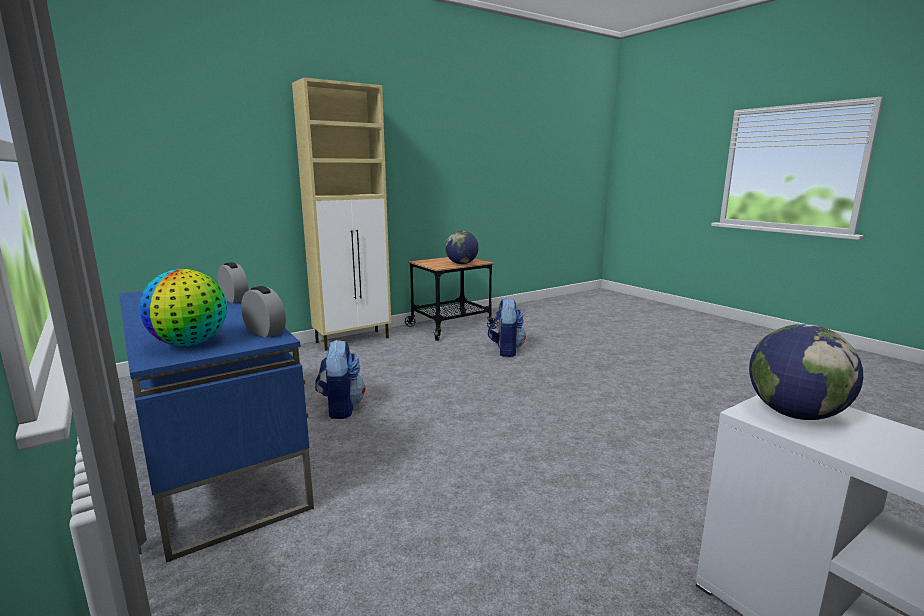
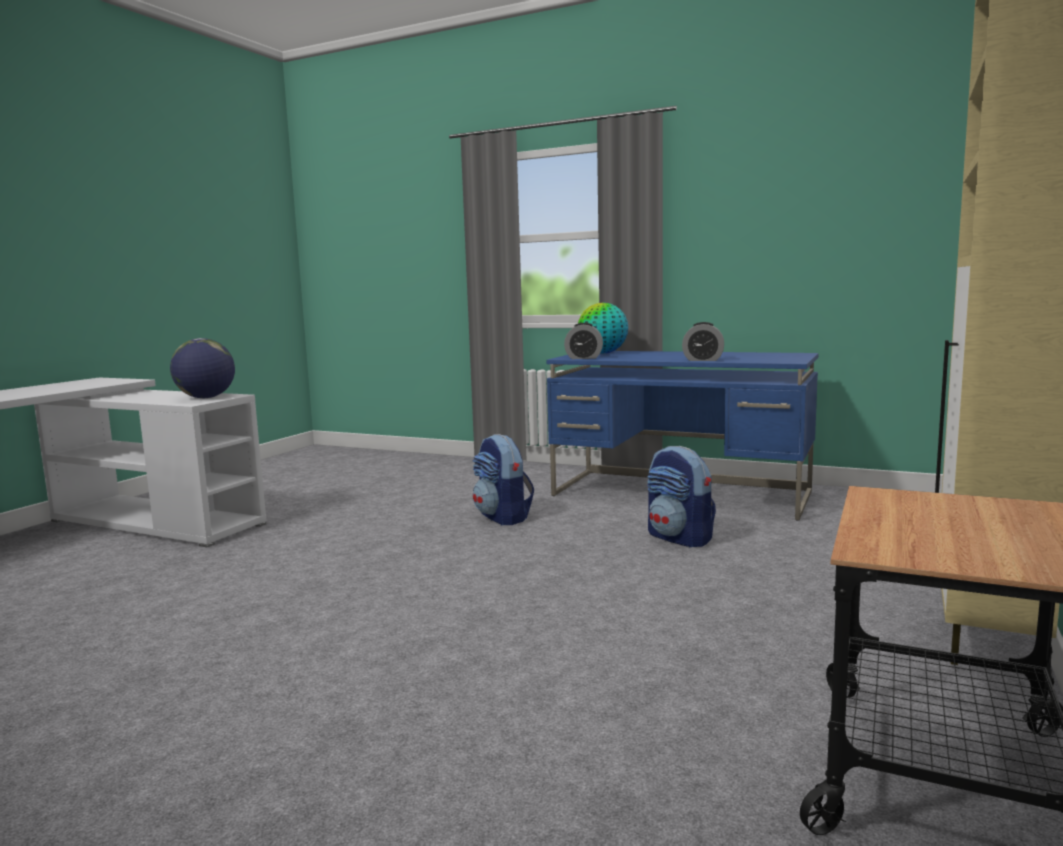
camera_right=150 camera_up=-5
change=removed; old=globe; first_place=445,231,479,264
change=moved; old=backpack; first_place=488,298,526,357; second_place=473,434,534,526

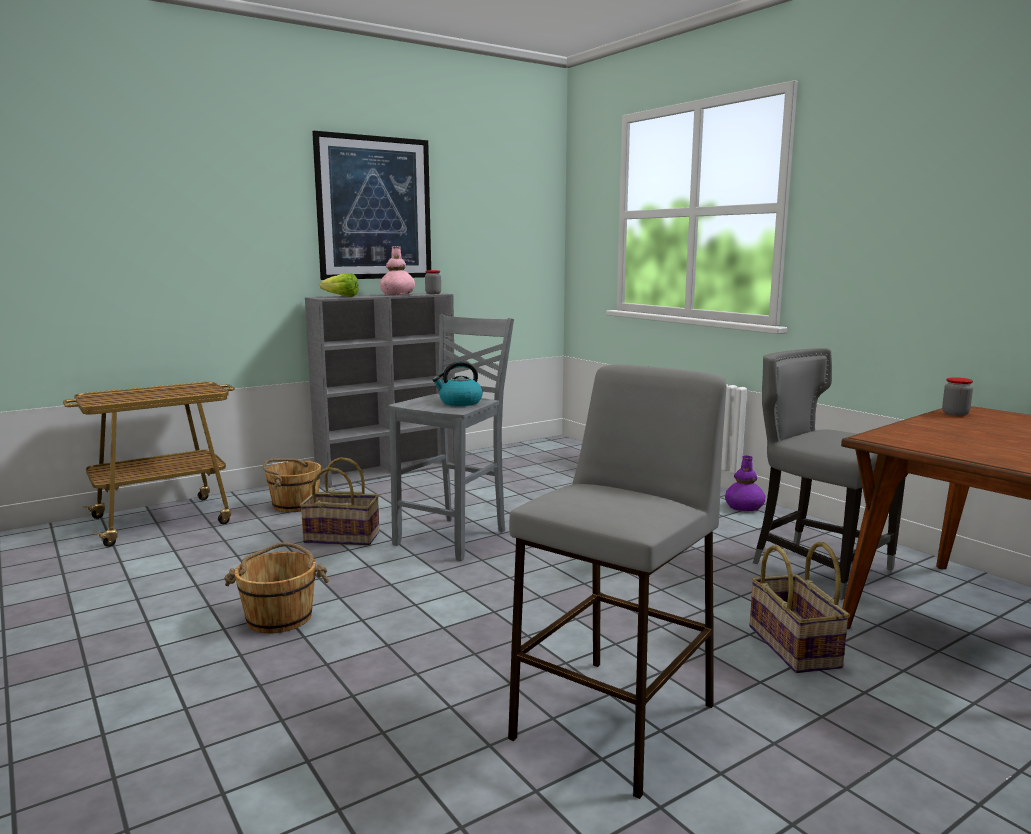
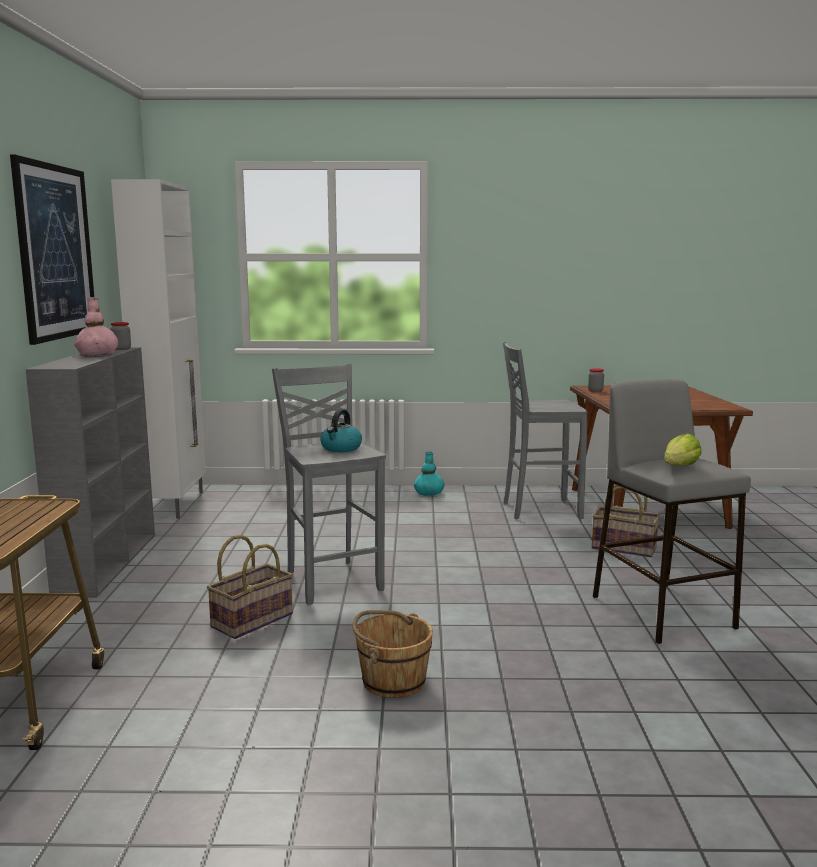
camera_right=-55 camera_up=0
change=moved; old=lettuce; first_place=320,273,359,297; second_place=664,433,702,466
change=replaced; old=grey chair; new=grey stool; first_place=753,348,906,600; second_place=503,342,588,519
change=recoloured; old=purple vase; new=turquoise vase; first_place=725,456,766,511; second_place=414,452,444,496
change=removed; old=brown bucket; first_place=263,459,321,512
change=added; new=white cabinet; second_place=111,179,206,519

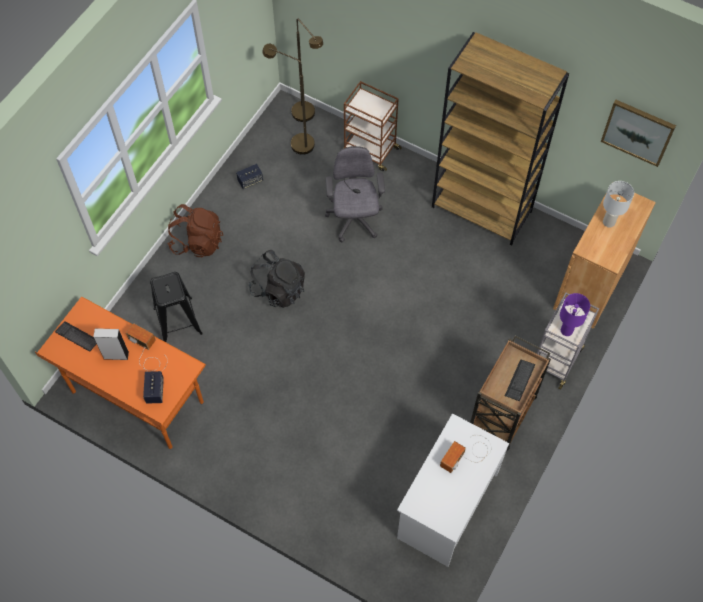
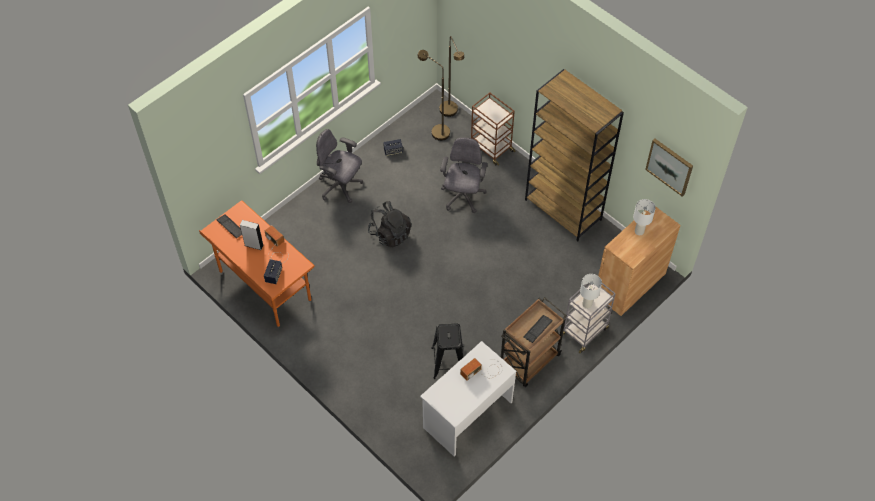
camera_right=15 camera_up=-5
change=replaced; old=brown backpack; new=grey office chair; first_place=168,204,223,257; second_place=316,129,363,203
change=moved; old=black stool; first_place=150,272,203,342; second_place=431,323,463,379
change=recoloured; old=purple table lamp; new=white table lamp; first_place=560,293,590,336; second_place=580,274,602,309

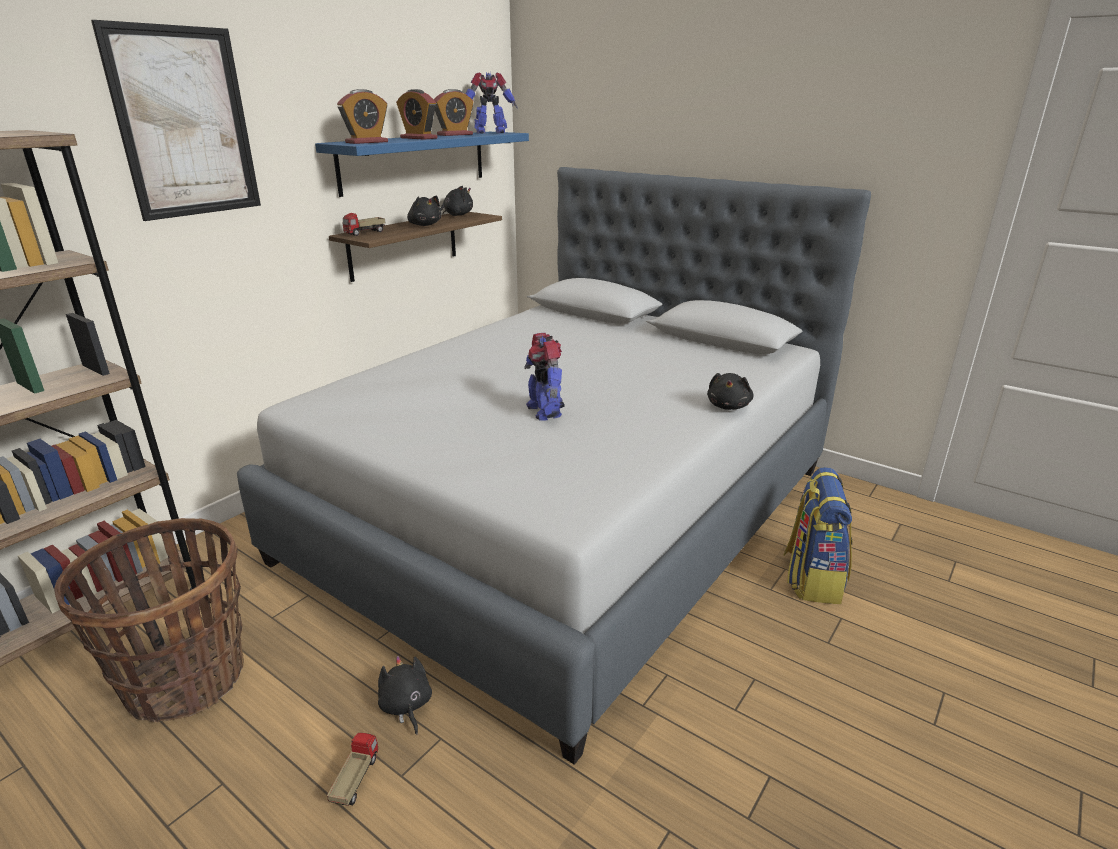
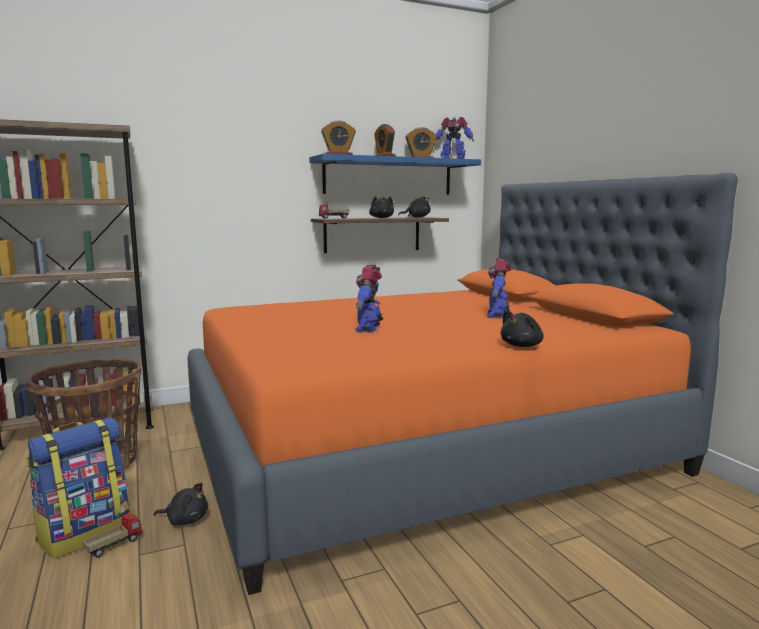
camera_right=30 camera_up=-15
change=removed; old=picture; first_place=91,20,261,221
change=recoloured; old=grey bed; new=orange bed; first_place=237,167,871,765; second_place=187,173,738,595
change=moved; old=backpack; first_place=783,467,853,604; second_place=27,417,130,559
change=turned; old=black plush toy; first_place=378,656,432,735; second_place=154,483,208,525; degrees=90
change=added; new=toy robot; second_place=487,258,511,318

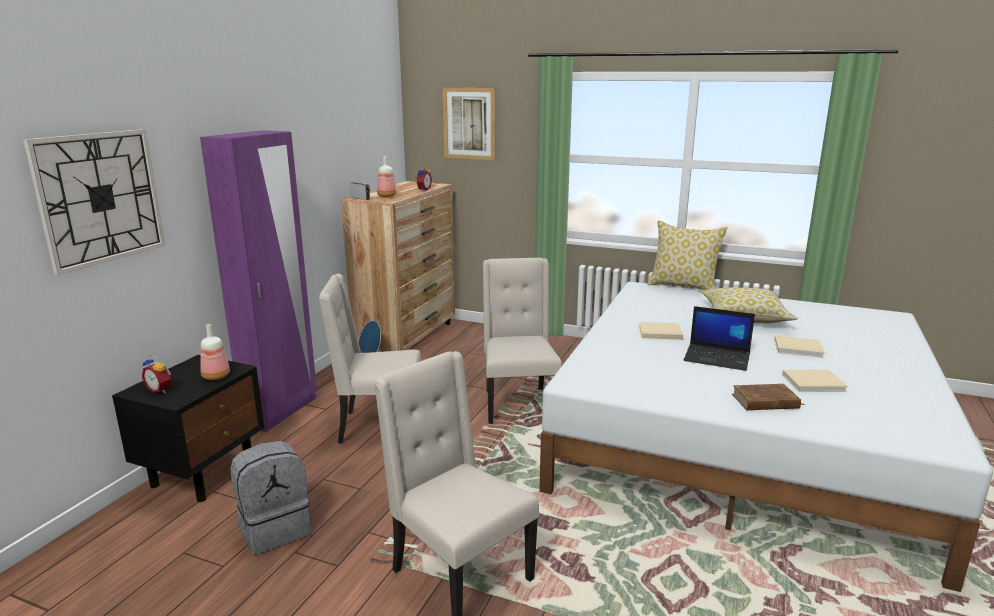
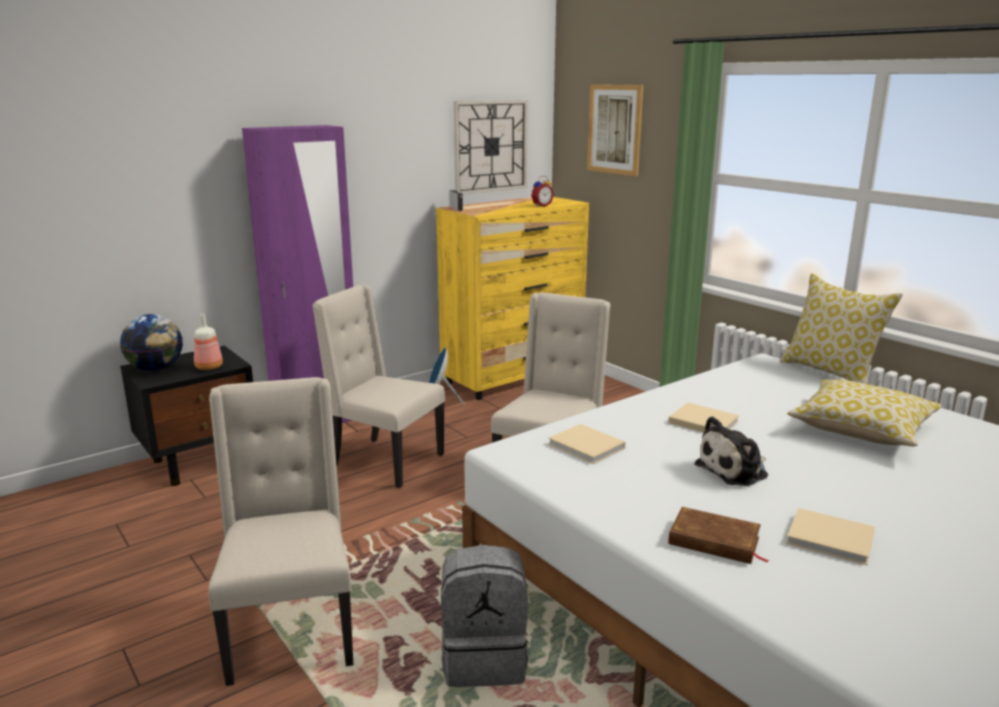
camera_right=30 camera_up=0
change=moved; old=wall clock; first_place=23,129,165,275; second_place=454,100,528,195
change=removed; old=bottle; first_place=377,156,396,197
change=recoloured; old=brown dresser; new=yellow dresser; first_place=341,181,455,352; second_place=436,197,589,400
change=replaced; old=laptop; new=plush toy; first_place=683,306,755,371; second_place=695,416,768,487
change=moved; old=beige book; first_place=774,336,825,358; second_place=548,424,625,464
change=replaced; old=alarm clock; new=globe; first_place=142,355,171,393; second_place=120,314,183,371
change=moved; old=grey backpack; first_place=230,441,311,554; second_place=441,545,529,687

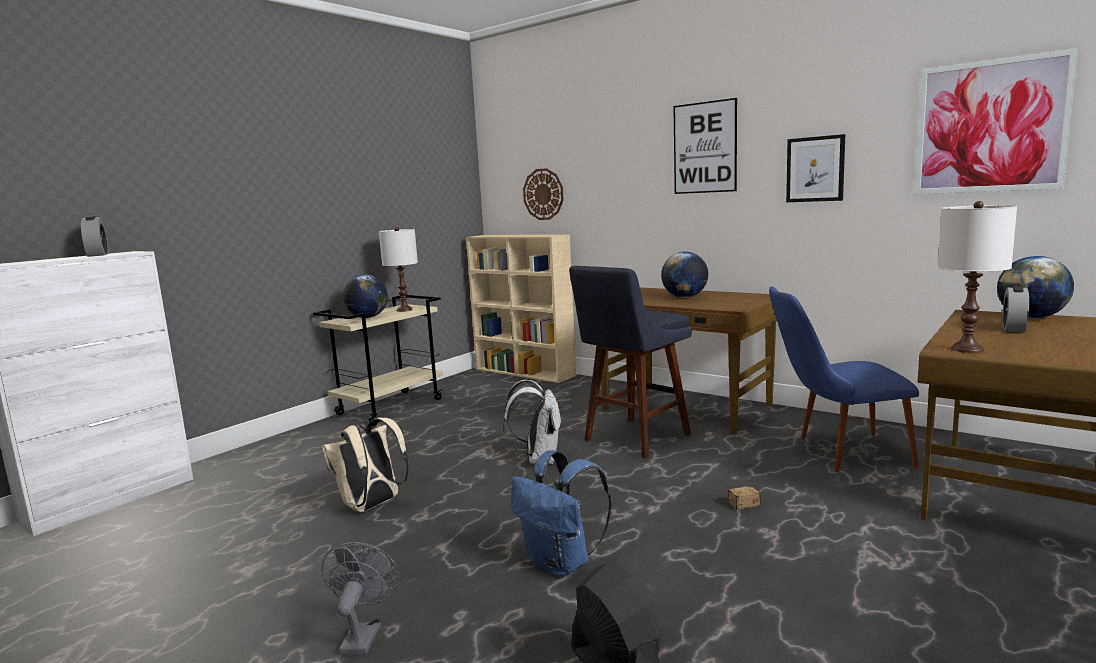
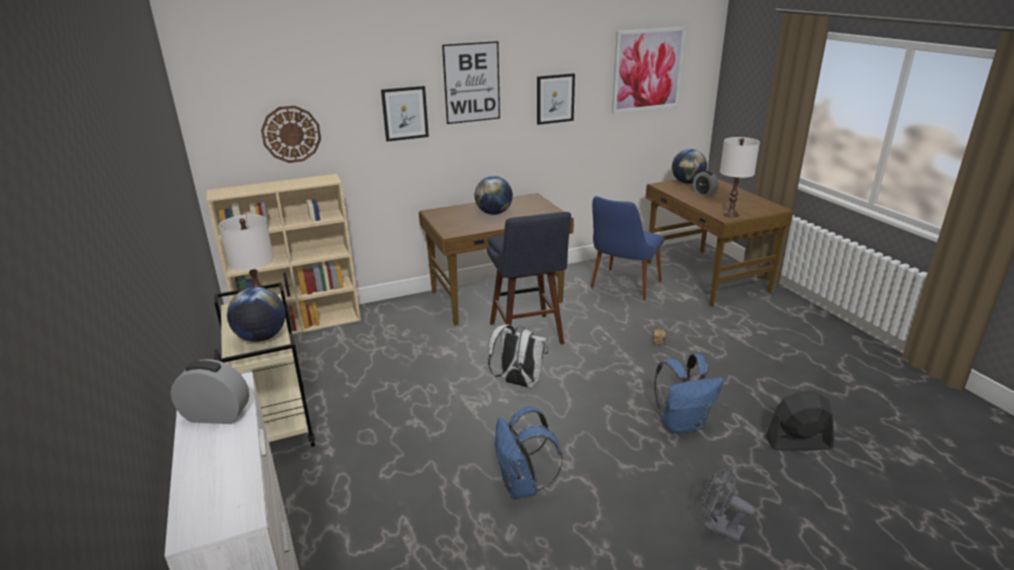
camera_right=-60 camera_up=15
change=recoloured; old=beige backpack; new=blue backpack; first_place=322,418,409,512; second_place=495,406,562,499
change=added; new=picture; second_place=381,86,429,142

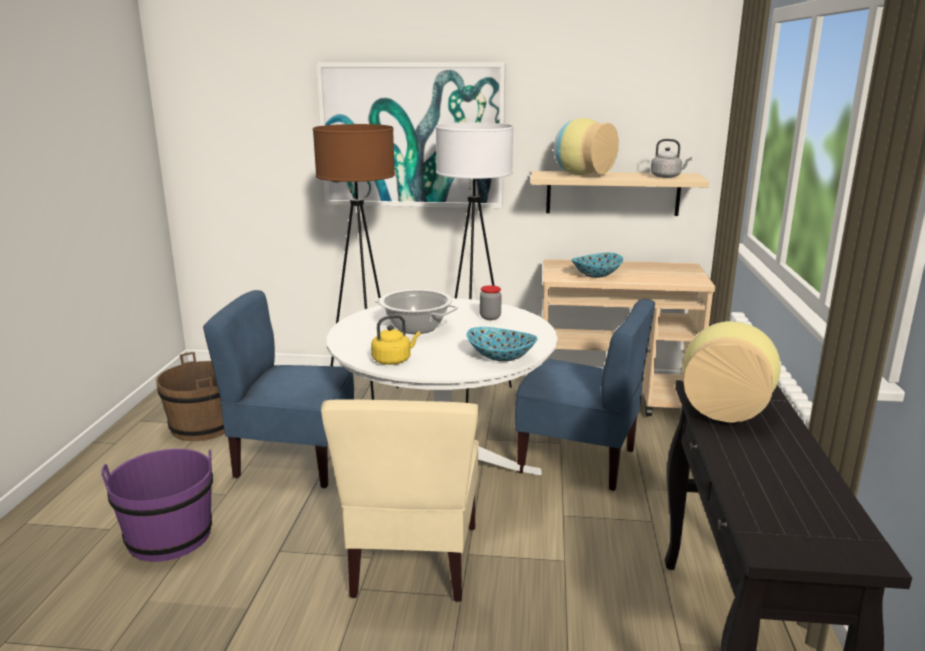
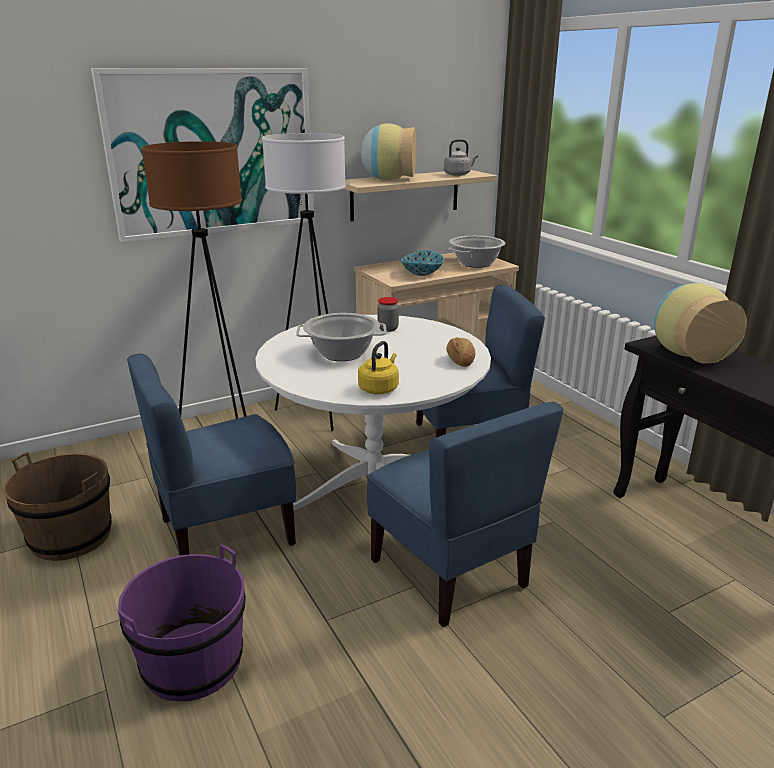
camera_right=-35 camera_up=5
change=replaced; old=bowl; new=bread; first_place=466,327,538,362; second_place=446,337,475,367
change=recoloured; old=beige chair; new=blue chair; first_place=321,399,479,602; second_place=367,402,563,627
change=added; new=cooking pot; second_place=448,236,506,268

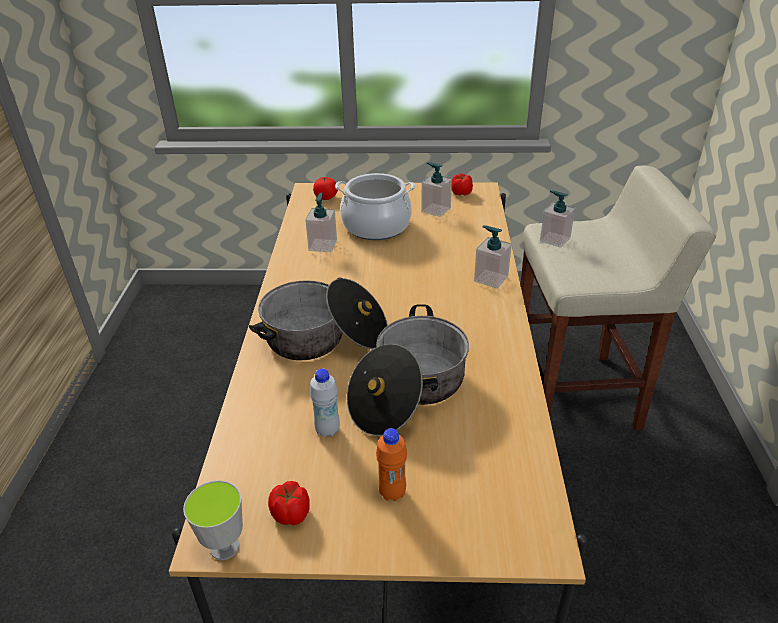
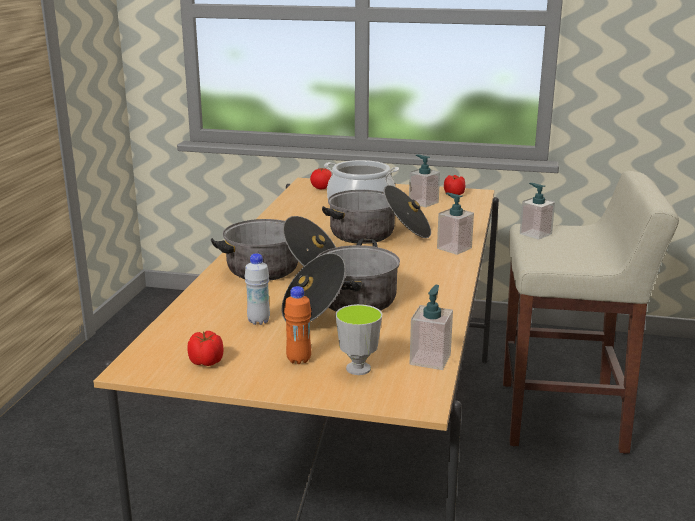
camera_right=10 camera_up=-15
change=moved; old=soap dispenser; first_place=305,193,337,252; second_place=410,285,453,370
change=moved; old=cup; first_place=183,480,243,560; second_place=335,304,382,375
change=added; new=cooking pot; second_place=322,185,431,244

